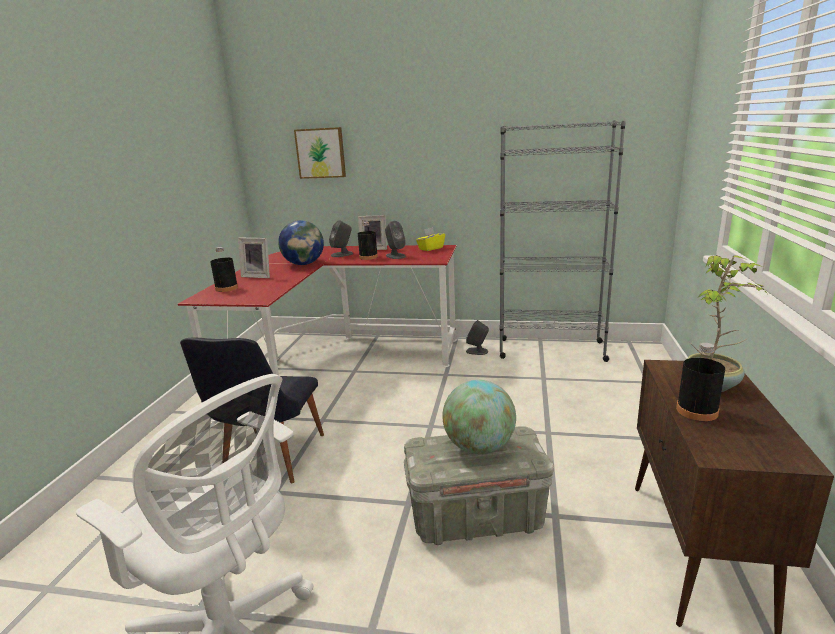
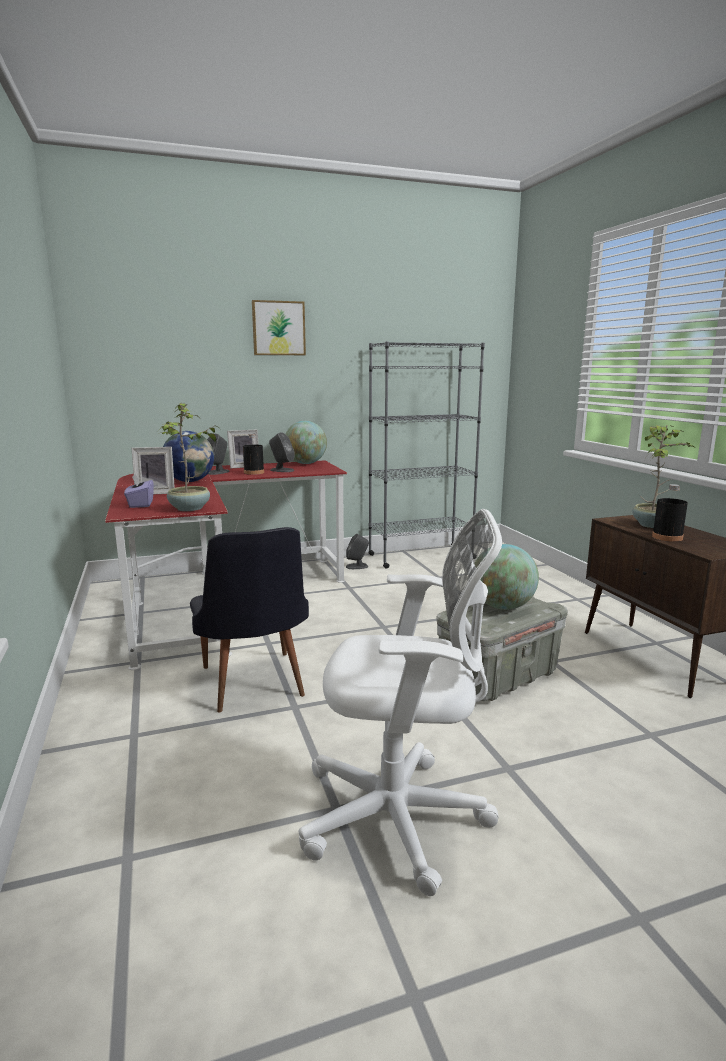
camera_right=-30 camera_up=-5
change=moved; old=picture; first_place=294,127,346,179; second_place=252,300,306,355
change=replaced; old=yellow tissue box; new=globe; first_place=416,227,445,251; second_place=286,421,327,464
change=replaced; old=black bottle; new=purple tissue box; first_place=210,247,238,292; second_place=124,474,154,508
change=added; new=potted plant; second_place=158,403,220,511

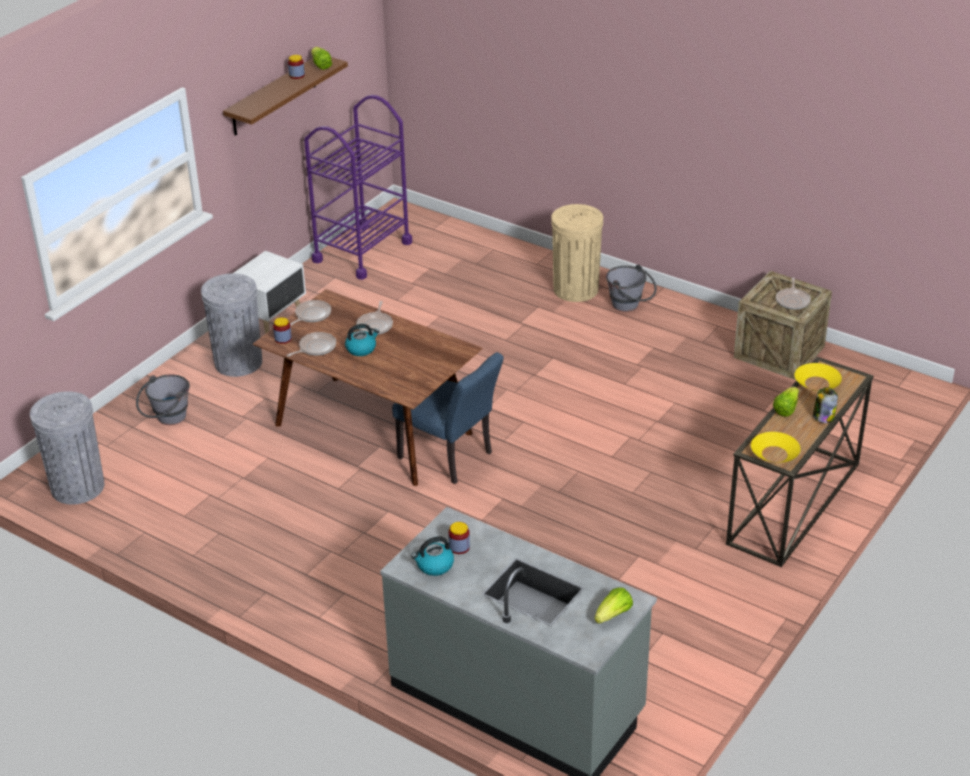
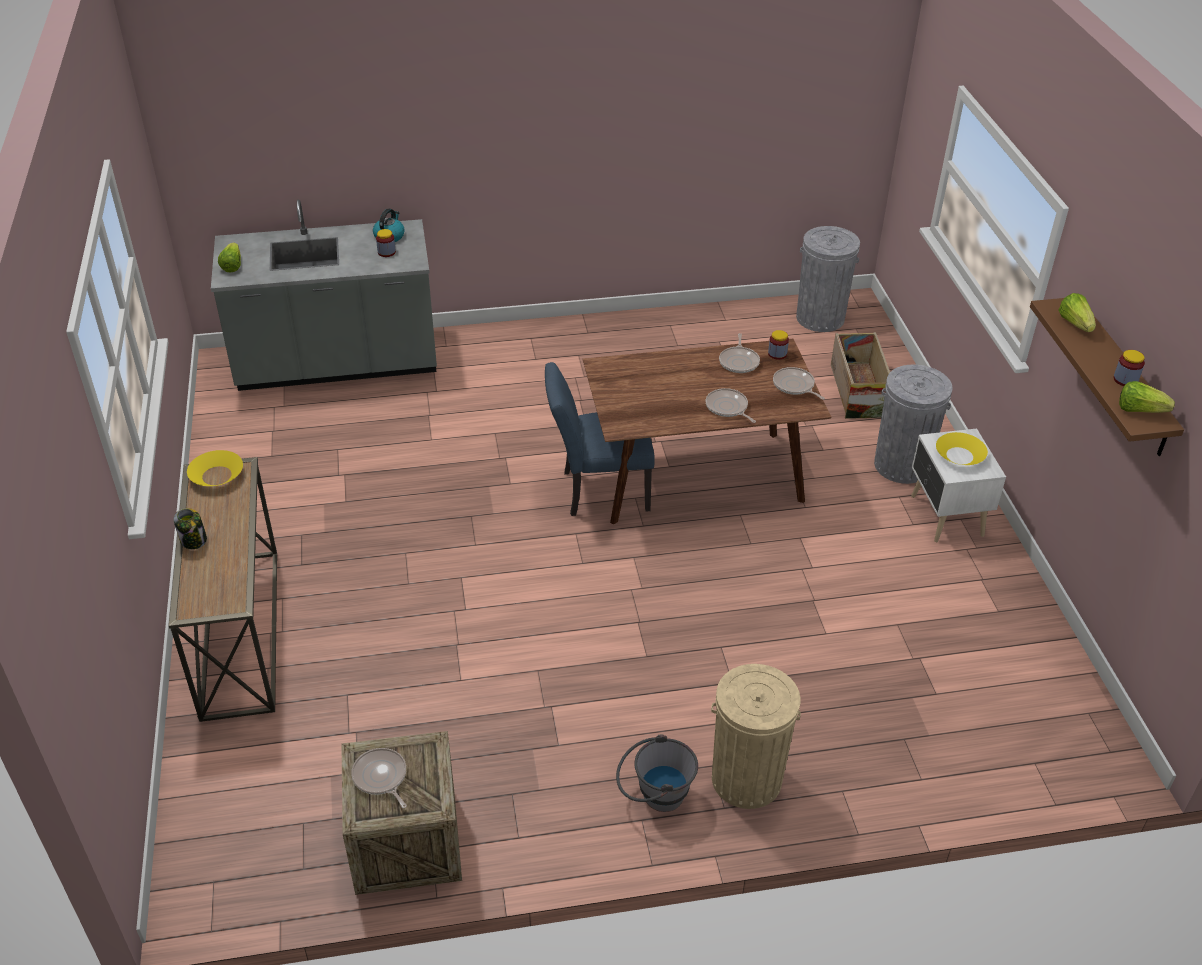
camera_right=135 camera_up=5
change=removed; old=purple cart; first_place=304,95,412,280
change=turned; old=frying pan; first_place=290,300,331,326; second_place=773,367,825,400; degrees=150
change=removed; old=kettle; first_place=345,324,379,356
change=moved; old=yellow bowl; first_place=795,363,842,391; second_place=936,432,988,465
change=replaced; old=grey bucket; new=crate; first_place=136,374,190,425; second_place=831,332,890,419
change=moved; old=lettuce; first_place=773,387,799,417; second_place=1059,293,1096,332

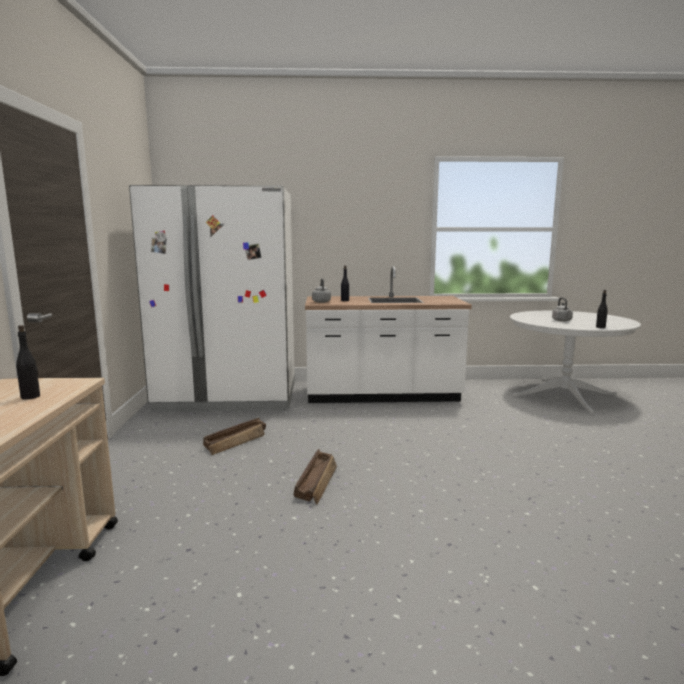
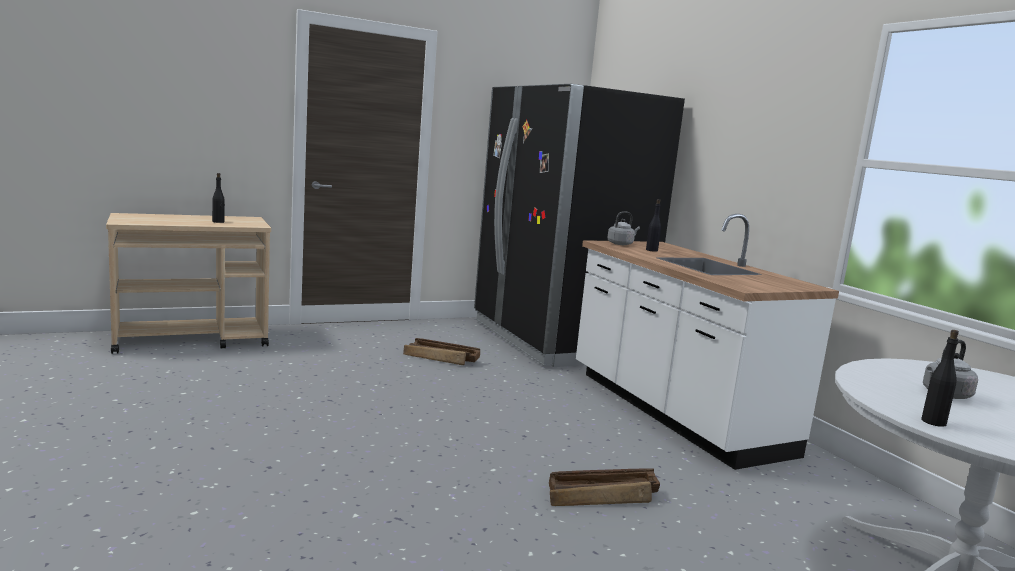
camera_right=65 camera_up=0
change=recoloured; old=white fridge; new=black fridge; first_place=129,185,295,412; second_place=474,84,685,367
change=moved; old=crate; first_place=294,449,337,505; second_place=549,468,660,506

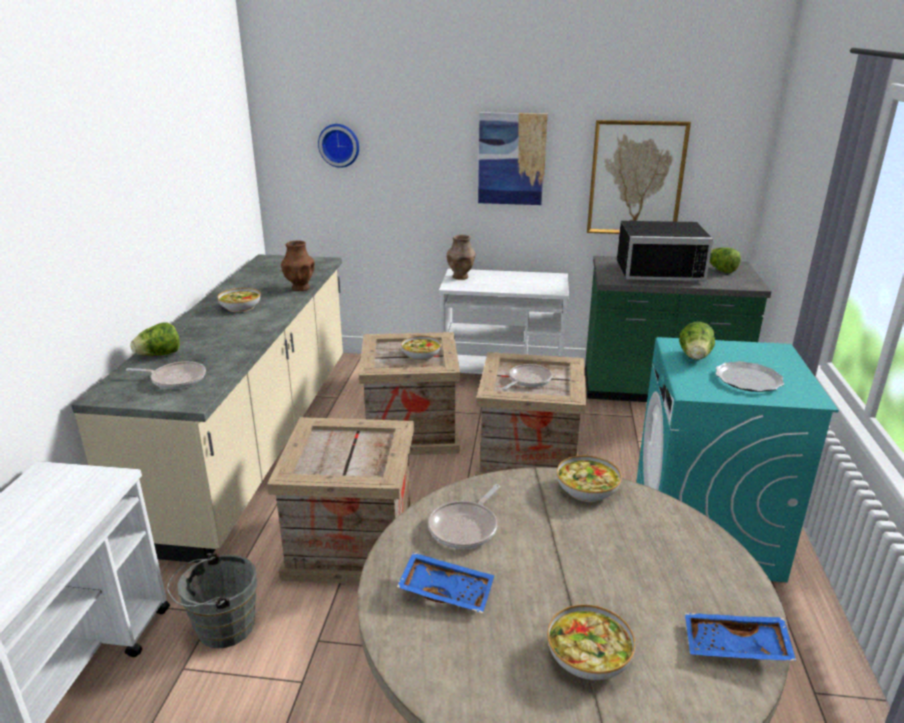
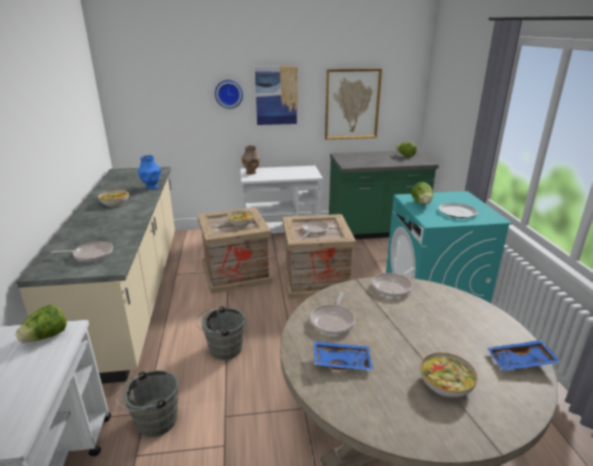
camera_right=-15 camera_up=0
change=moved; old=wall clock; first_place=318,124,359,168; second_place=215,80,243,109
change=removed; old=black microwave; first_place=617,221,713,281
change=recoloured; old=brown vase; new=blue vase; first_place=281,241,315,291; second_place=138,155,161,190
change=moved; old=lettuce; first_place=130,322,180,356; second_place=16,305,67,343
change=replaced; old=crate; new=grey bucket; first_place=267,417,416,584; second_place=196,306,246,360
change=replaced; old=bowl; new=frying pan; first_place=557,455,622,502; second_place=372,267,415,297

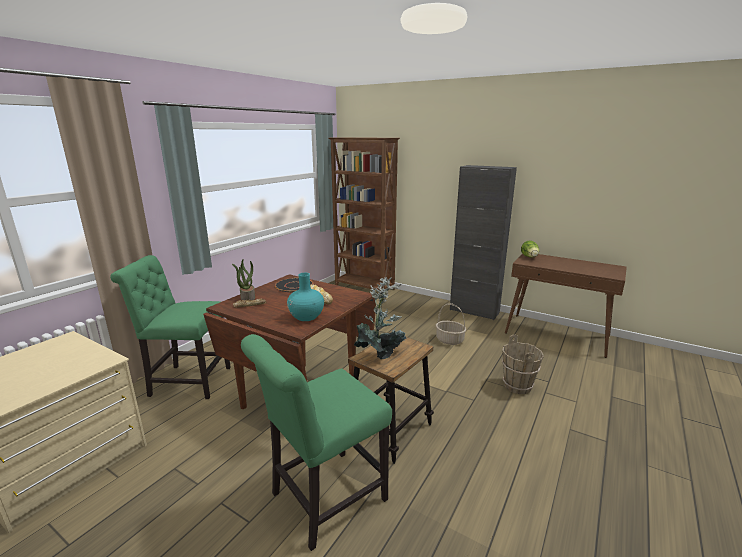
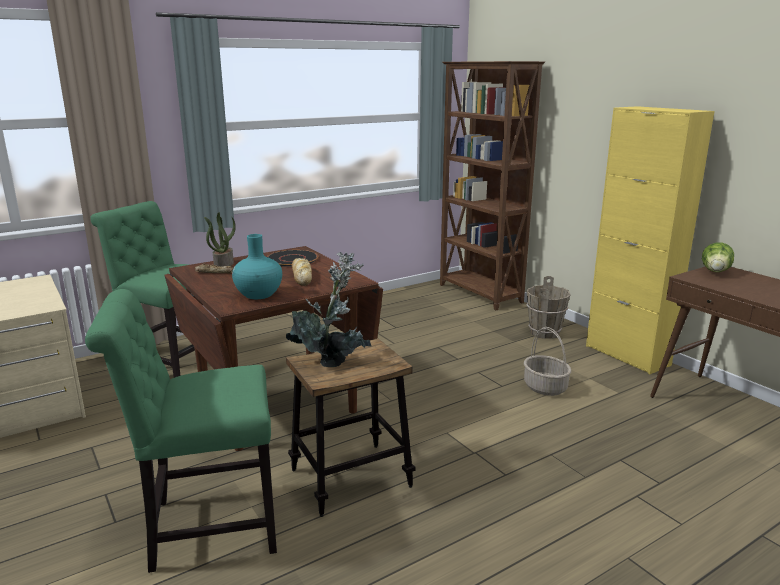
camera_right=25 camera_up=0
change=recoloured; old=black cabinet; new=yellow cabinet; first_place=450,165,517,320; second_place=586,106,714,375
change=moved; old=brown bucket; first_place=502,335,544,394; second_place=527,276,571,339

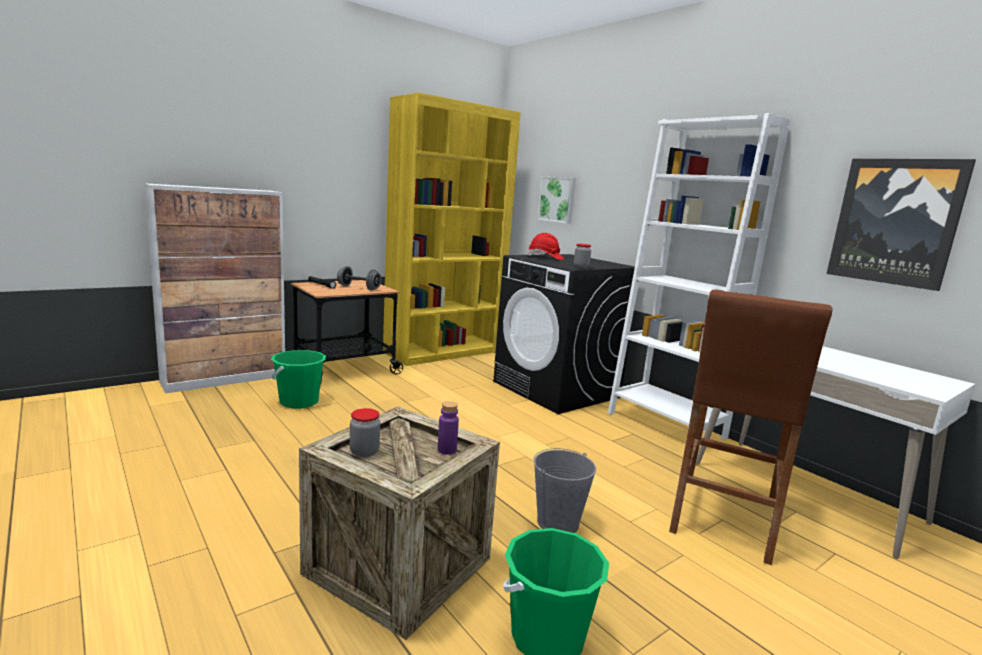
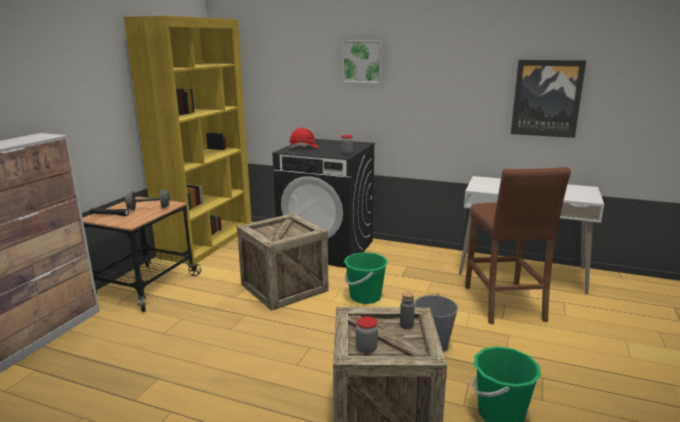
camera_right=-30 camera_up=5
change=removed; old=white bookcase; first_place=608,113,790,440
change=moved; old=picture; first_place=537,176,576,224; second_place=343,41,383,83
change=moved; old=green bucket; first_place=271,350,326,409; second_place=344,252,388,304
change=recoloured; old=purple bottle; new=grey bottle; first_place=438,401,459,454; second_place=400,291,415,329
change=added; new=crate; second_place=237,213,328,311

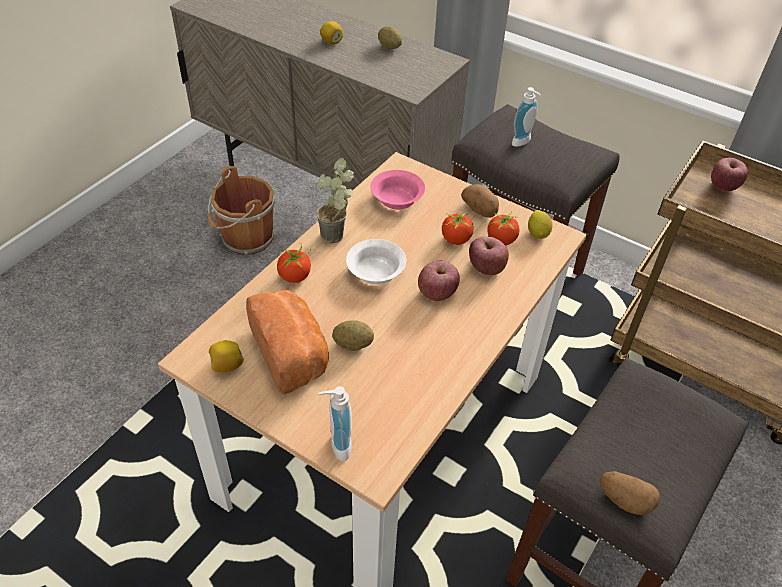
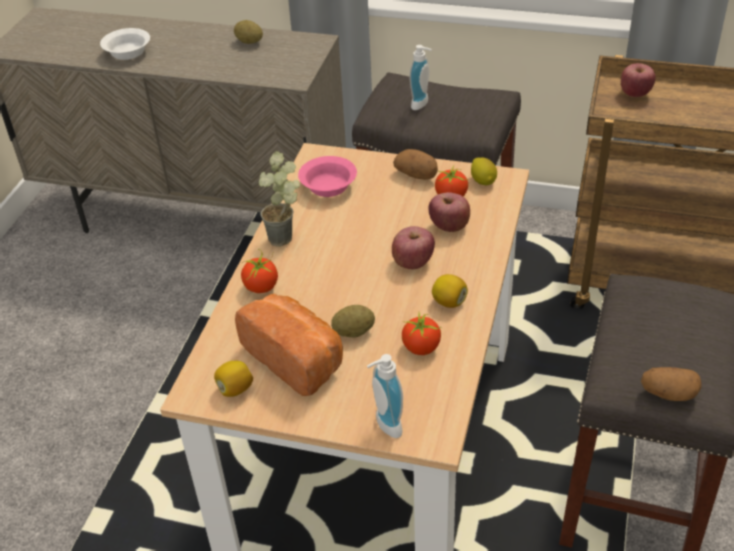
camera_right=-15 camera_up=-5
change=moved; old=lemon; first_place=320,21,343,44; second_place=432,274,468,308
change=removed; old=brown bucket; first_place=207,166,277,255
change=moved; old=tomato; first_place=442,210,474,245; second_place=402,312,442,355
change=moved; old=white bowl; first_place=346,239,406,284; second_place=100,28,150,60

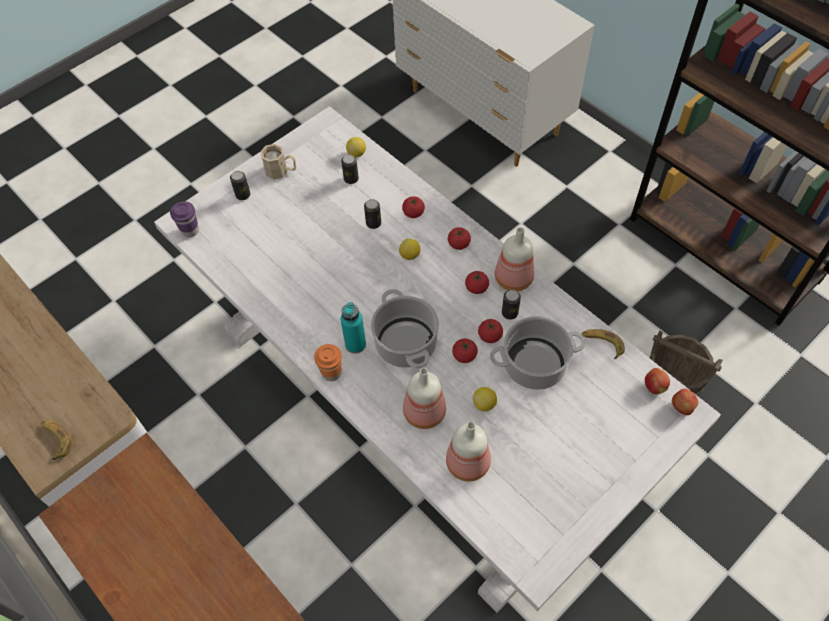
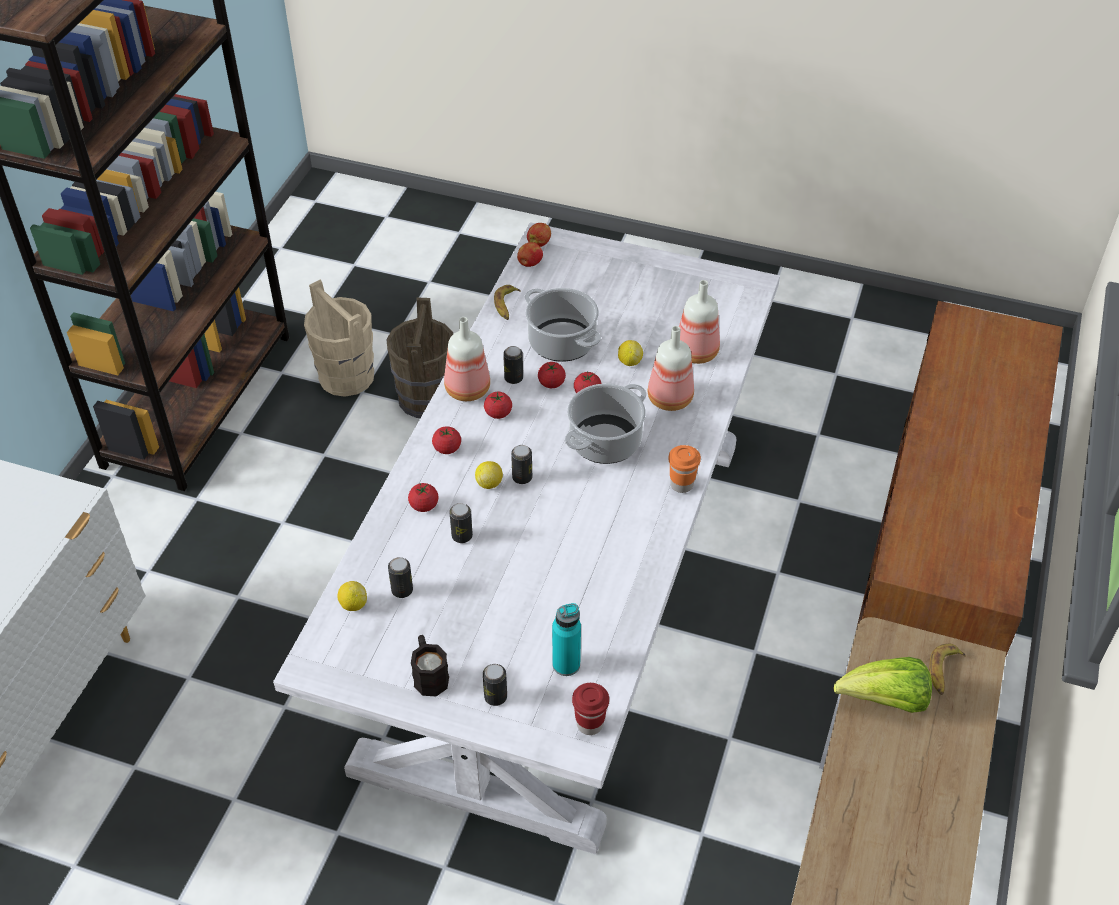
camera_right=-120 camera_up=-10
change=recoloured; old=beige mug; new=black mug; first_place=260,144,296,180; second_place=411,635,449,696
change=recoloured; old=purple cup; new=red cup; first_place=170,201,199,237; second_place=572,683,609,735
change=moved; old=turquoise bottle; first_place=341,302,366,354; second_place=552,603,581,676
change=added; new=beige bucket; second_place=304,279,374,397
change=added; new=can; second_place=511,445,532,484
change=added; new=lettuce; second_place=833,657,932,713

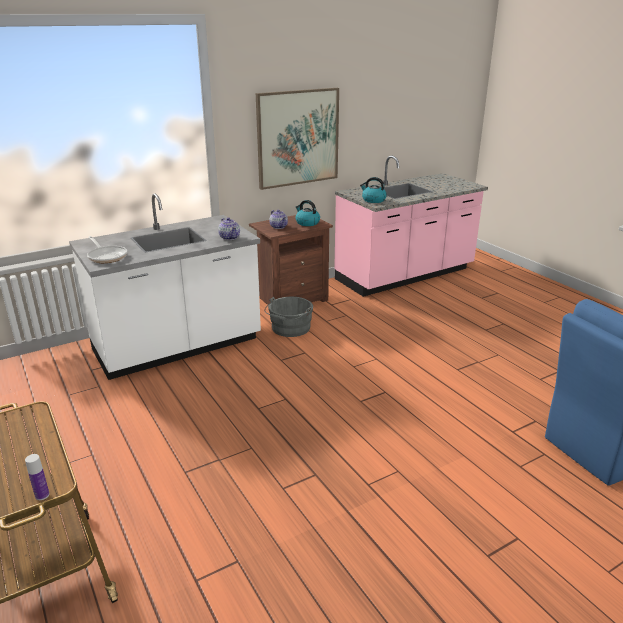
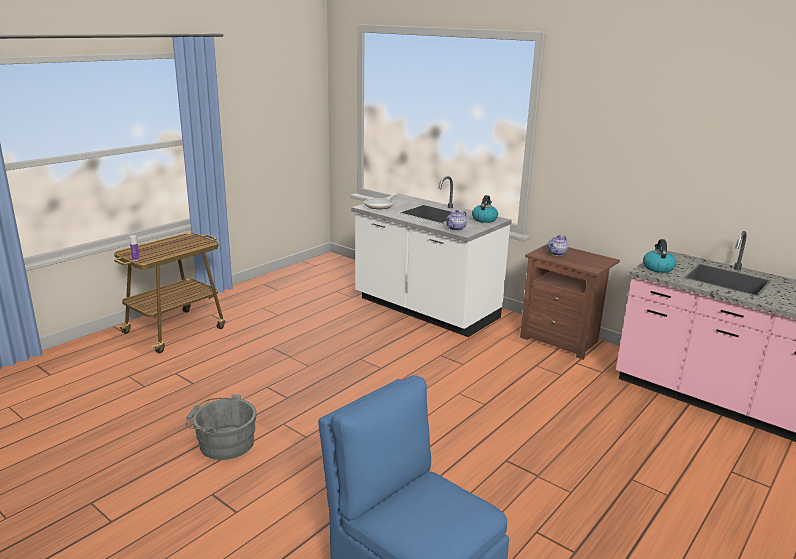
camera_right=70 camera_up=-5
change=removed; old=picture; first_place=256,88,339,190
change=moved; old=kettle; first_place=295,200,320,226; second_place=472,195,498,223
change=moved; old=grey bucket; first_place=264,297,313,337; second_place=186,394,257,460

